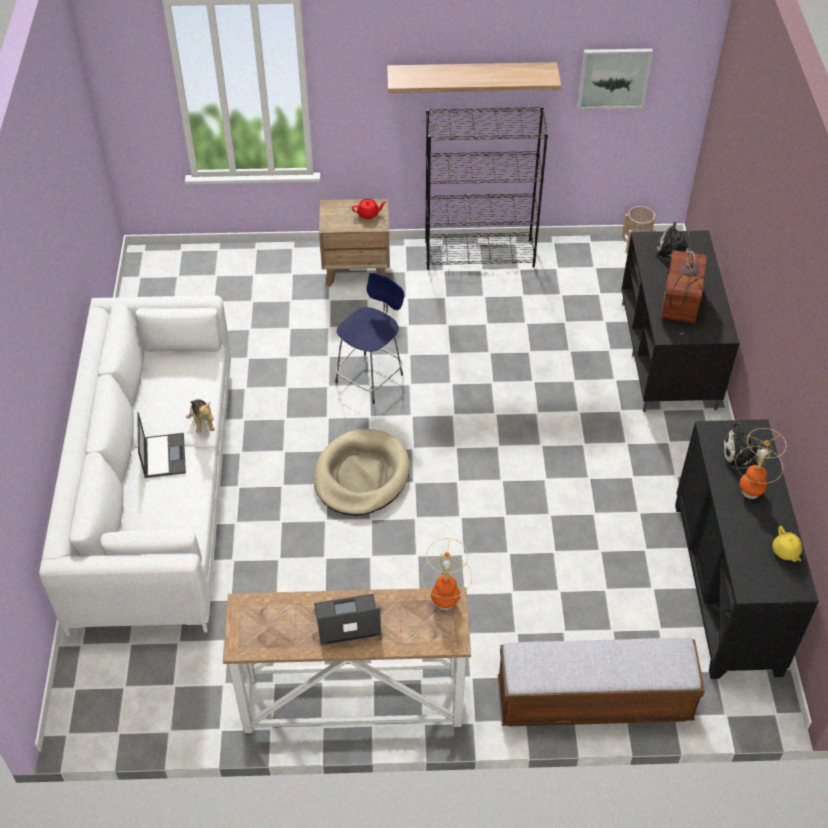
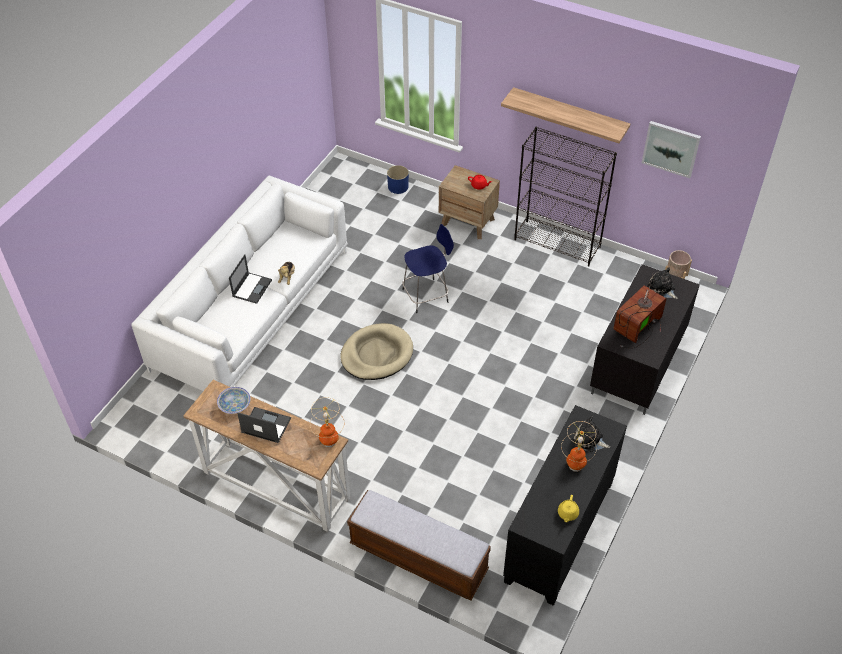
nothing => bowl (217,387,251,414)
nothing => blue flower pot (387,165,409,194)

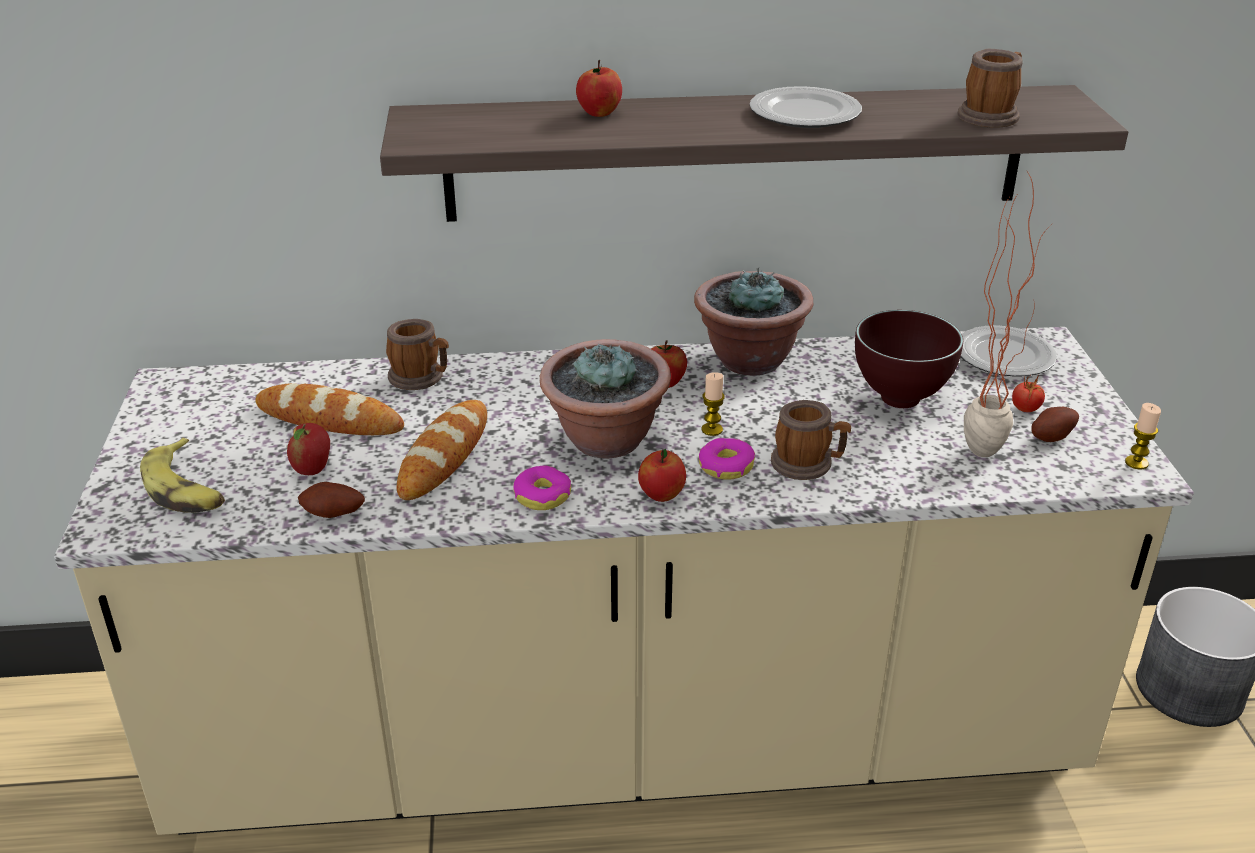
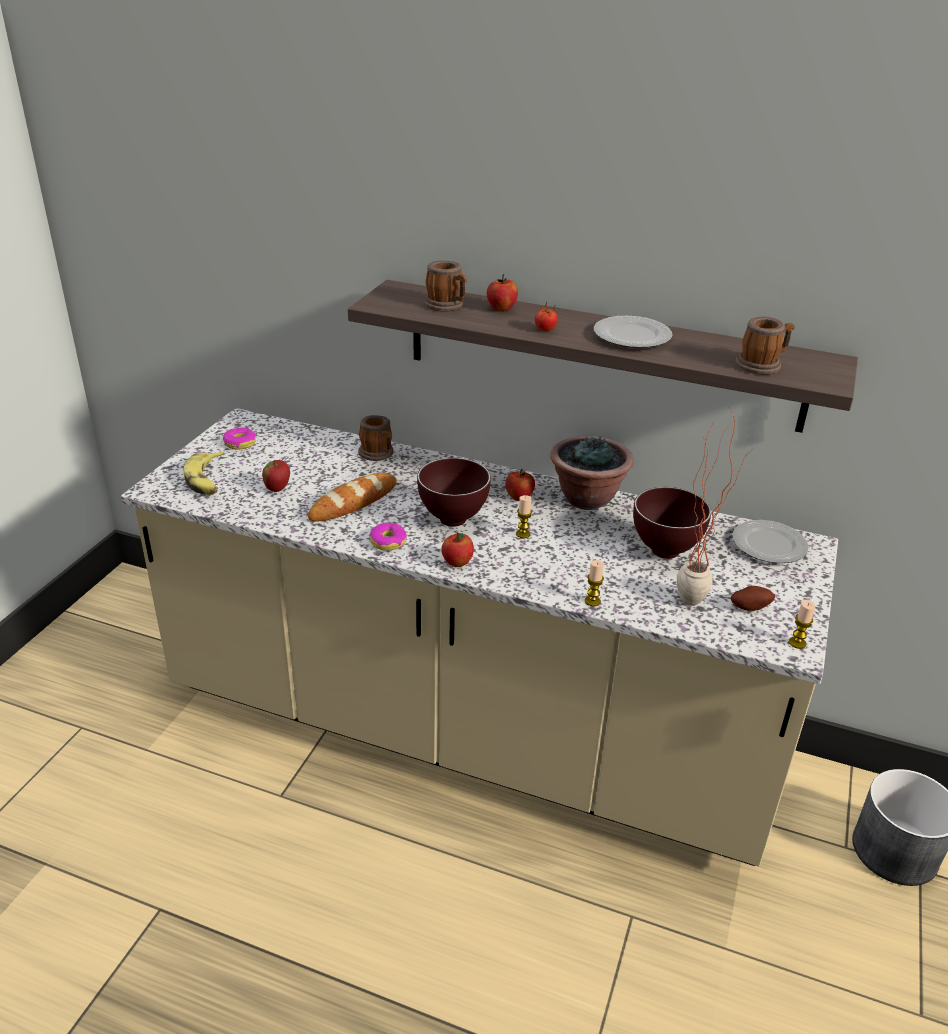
donut (699,438,755,480) => donut (223,427,256,450), shifted
potted plant (540,339,671,459) => brown bowl (417,458,491,527)
tea mug (771,400,851,480) => tea mug (424,260,467,312), shifted
tomato (1012,375,1045,412) => tomato (535,302,558,331), shifted
nothing => wax candle (585,560,604,607)
baked bread (255,383,404,435) => nothing
potato (298,482,365,518) => nothing

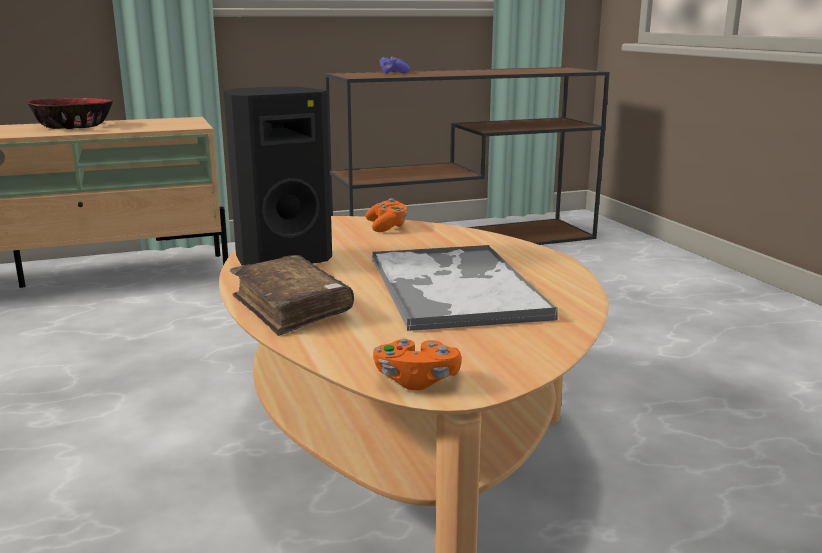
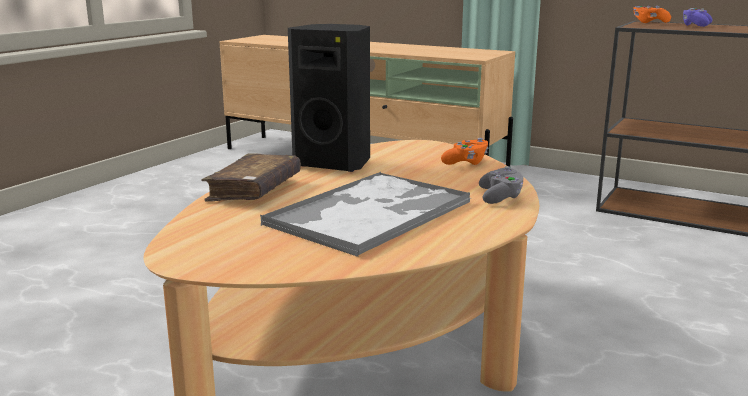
nothing => grey game controller (479,166,523,204)
orange game controller (373,338,461,391) => orange game controller (633,6,671,23), shifted
bowl (27,98,113,129) => nothing

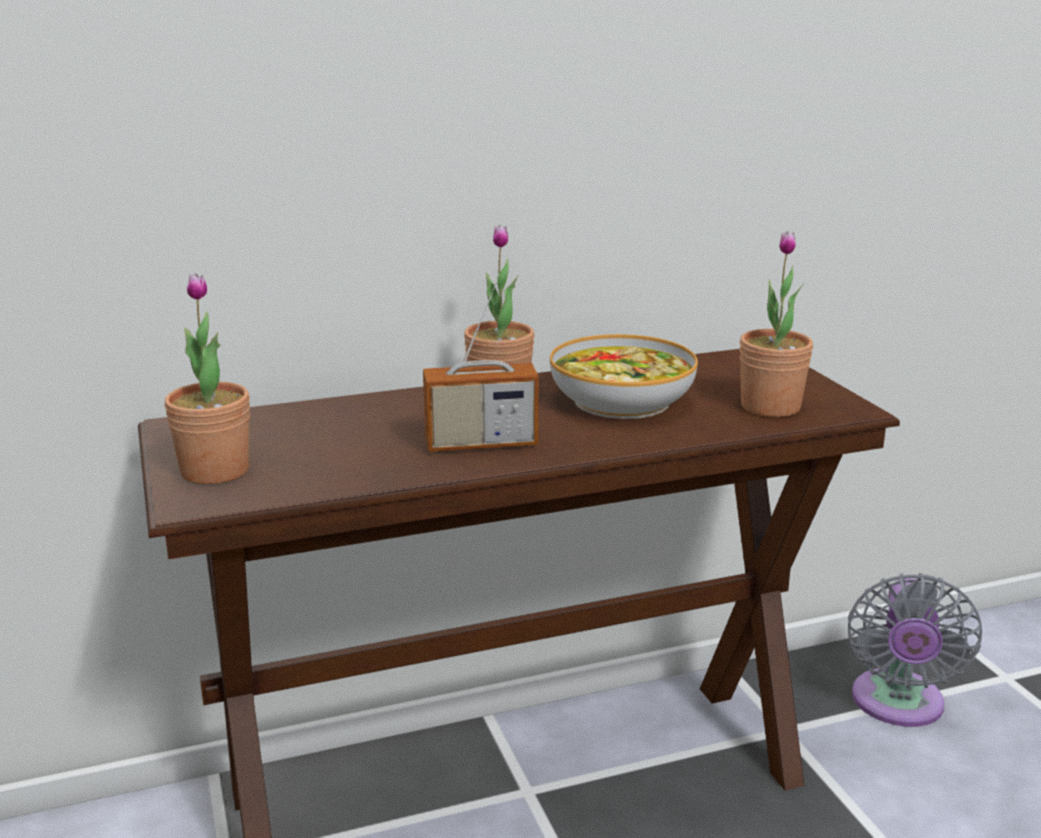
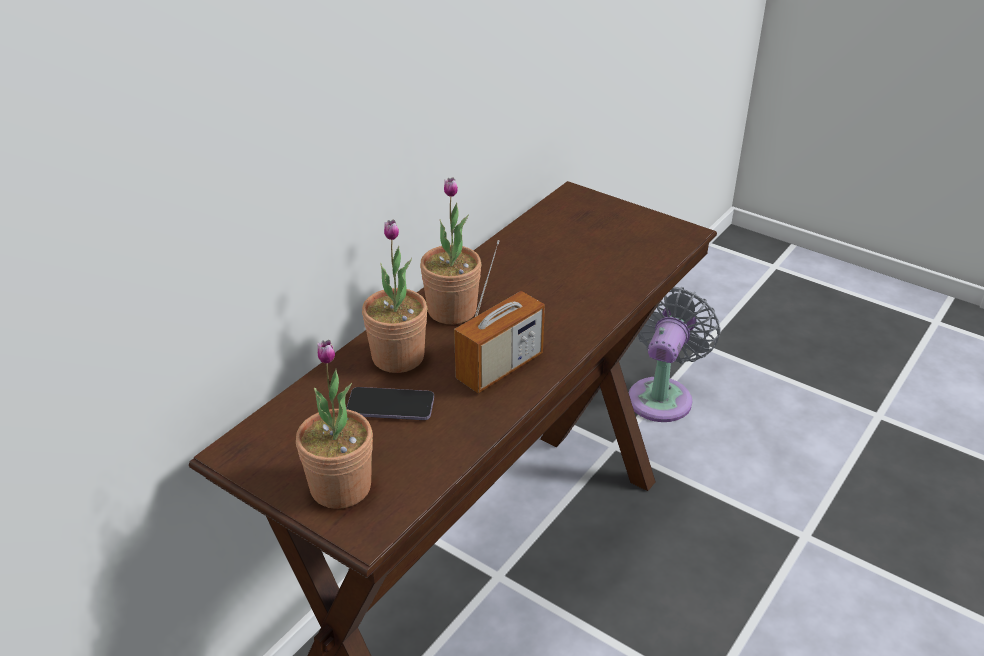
nothing => telephone (346,387,434,420)
potted plant (740,231,813,417) => potted plant (362,220,427,373), shifted
grey electric fan (848,573,982,727) => grey electric fan (629,287,721,422), 135 degrees counterclockwise
bowl (550,334,698,419) => nothing

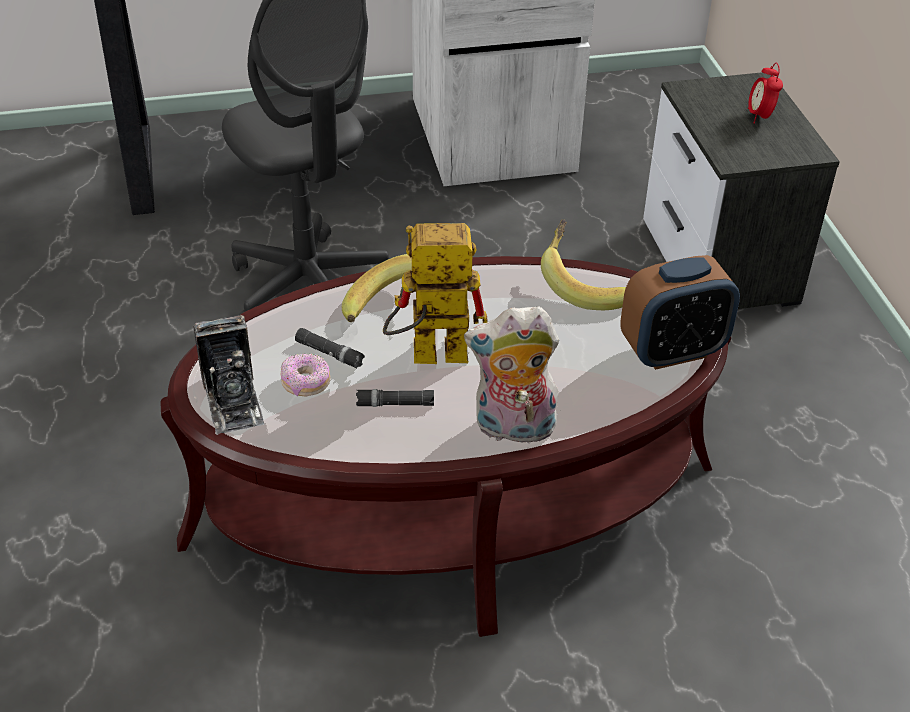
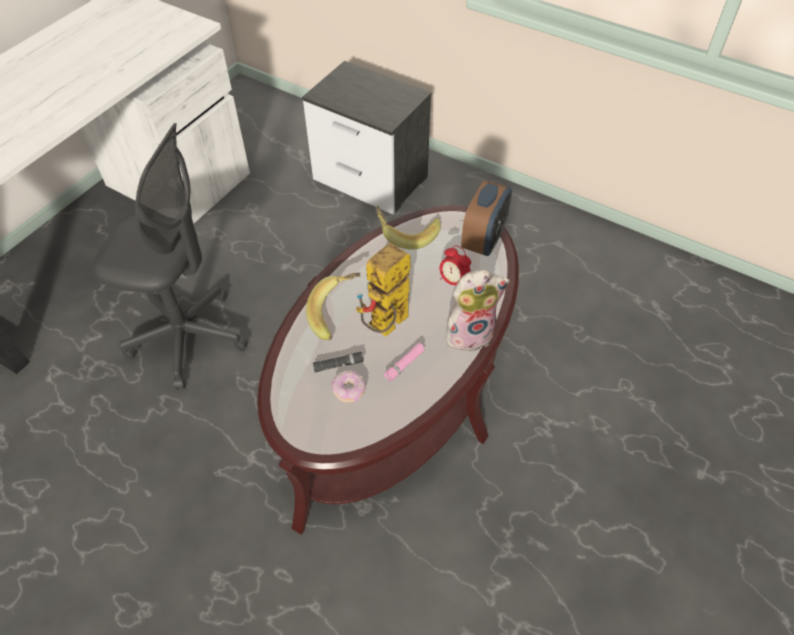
blackish flashlight (356,389,434,407) => pink-coloured flashlight (384,343,425,382)
bedside clock (748,63,783,124) => bedside clock (440,245,471,285), shifted
cuddly toy (464,306,559,443) => cuddly toy (446,270,510,351), 150 degrees counterclockwise
photo camera (193,315,264,435) => nothing

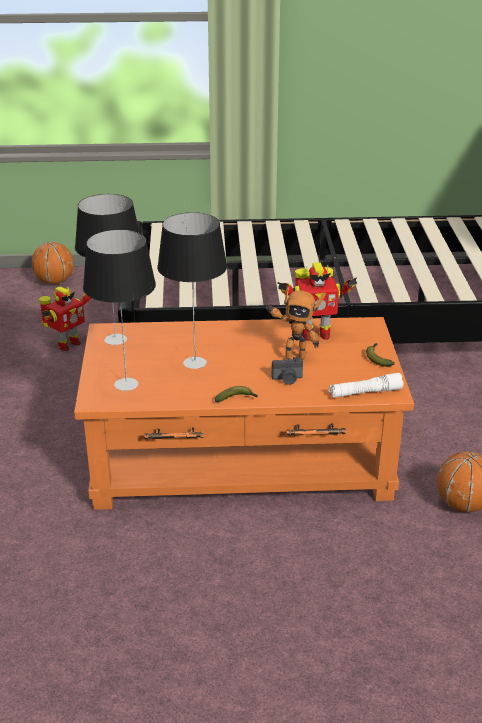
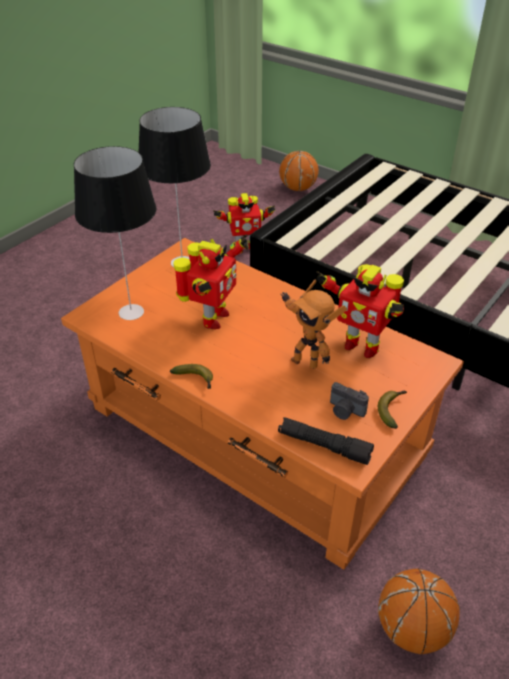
table lamp (157,212,227,369) => toy robot (173,235,248,329)
whitish flashlight (329,373,403,398) => blackish flashlight (278,417,374,465)
photo camera (272,357,303,385) => photo camera (330,382,369,420), shifted

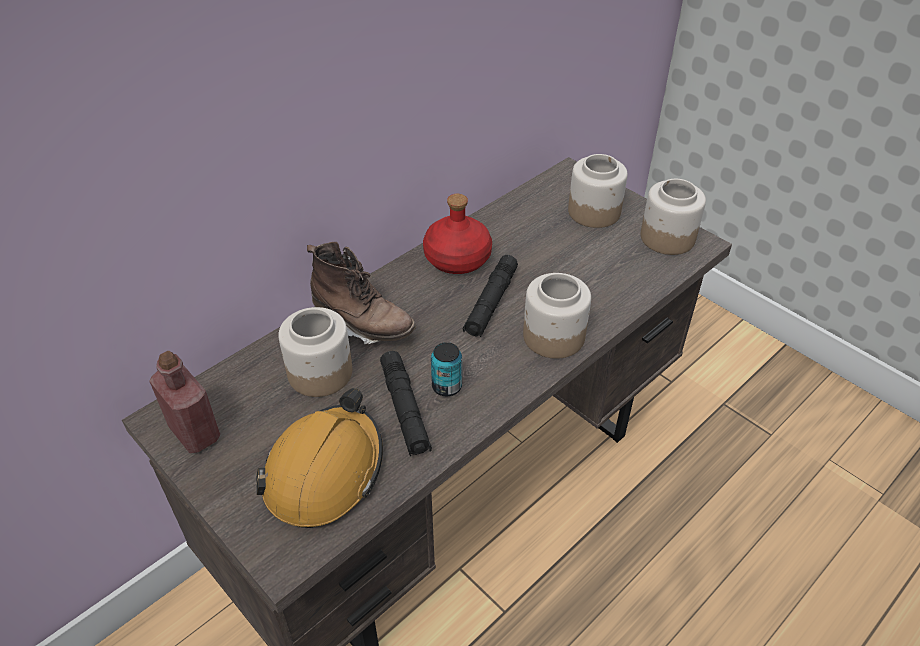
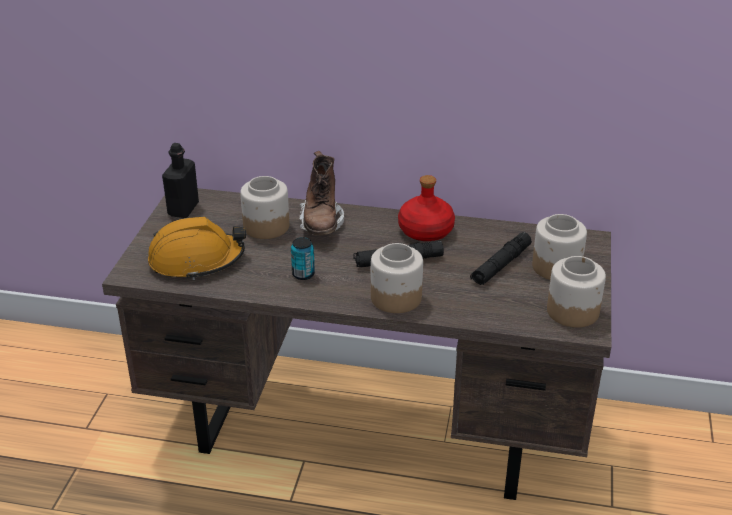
reddish drink bottle (149,351,220,453) => blackish drink bottle (162,143,199,218)
blackish flashlight (380,351,432,457) => blackish flashlight (470,232,532,285), shifted

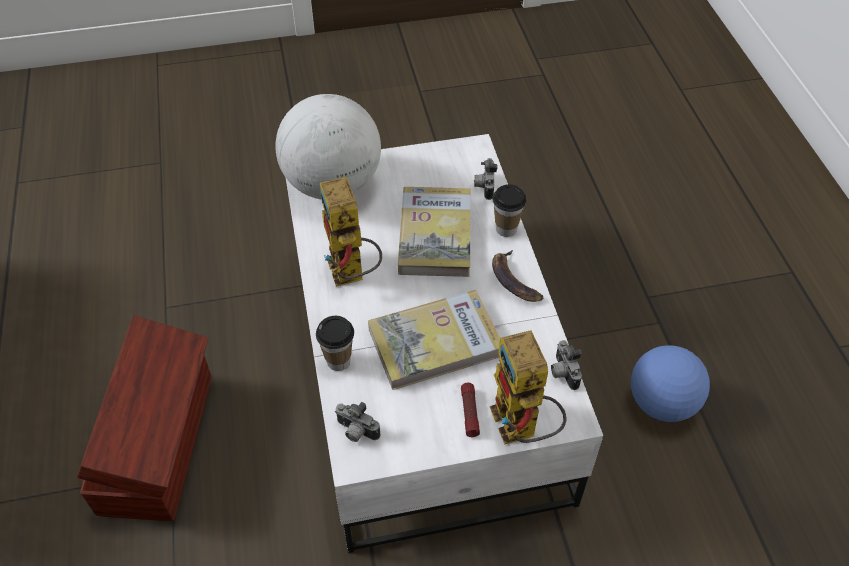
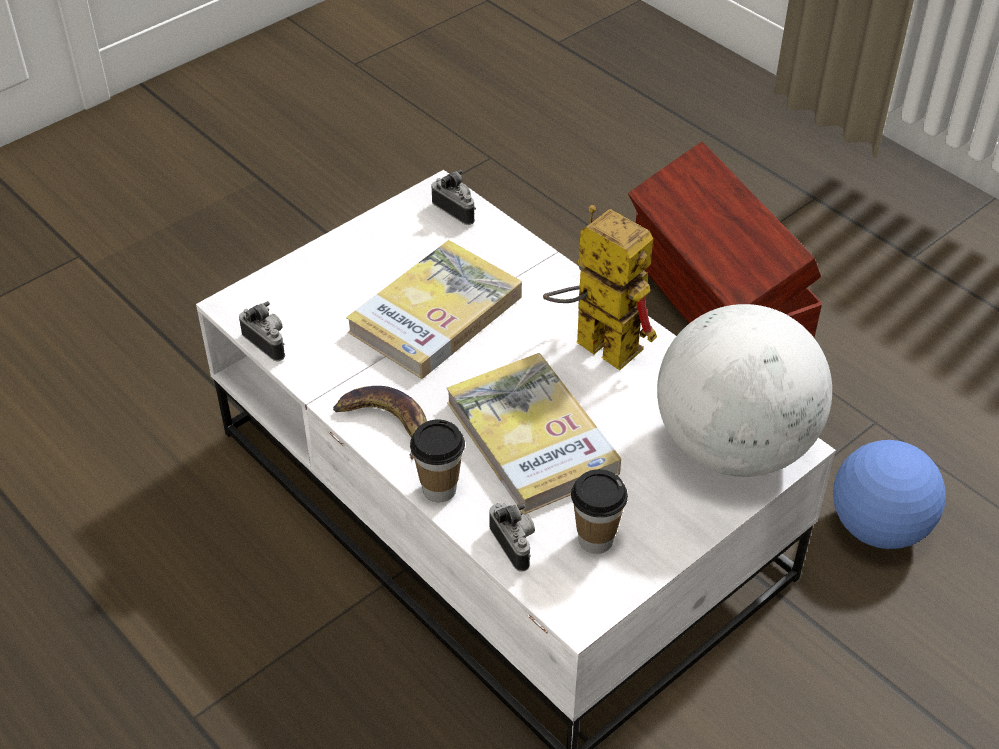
photo camera (335,402,381,442) => photo camera (432,170,476,225), 45 degrees clockwise
small cup (316,316,354,371) => small cup (571,469,628,554), shifted
ball for football (631,345,710,422) => ball for football (833,440,946,549), shifted
flashlight (461,382,480,437) => nothing
toy robot (490,330,566,445) => nothing

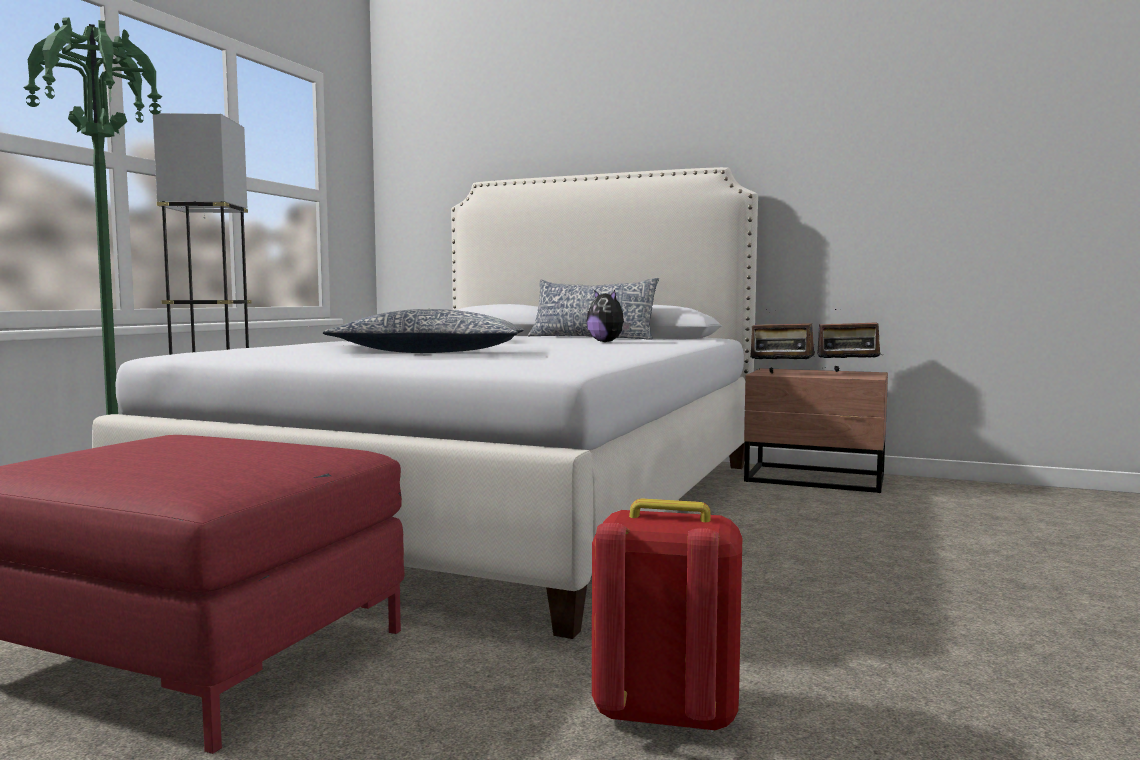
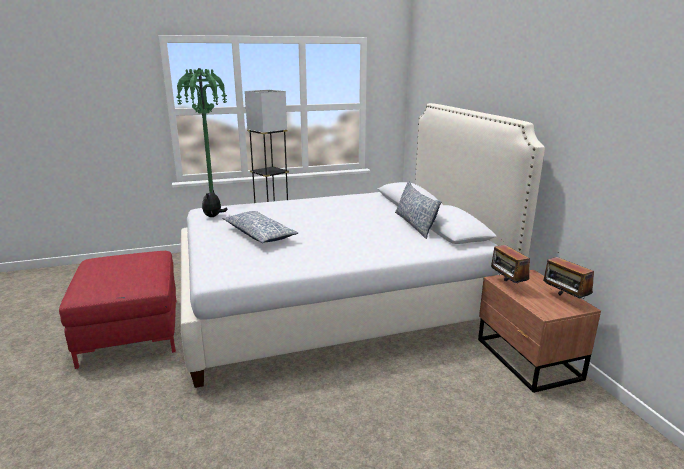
cuddly toy (586,290,631,342) => cuddly toy (202,190,228,217), shifted
reddish rucksack (592,499,742,734) => nothing

